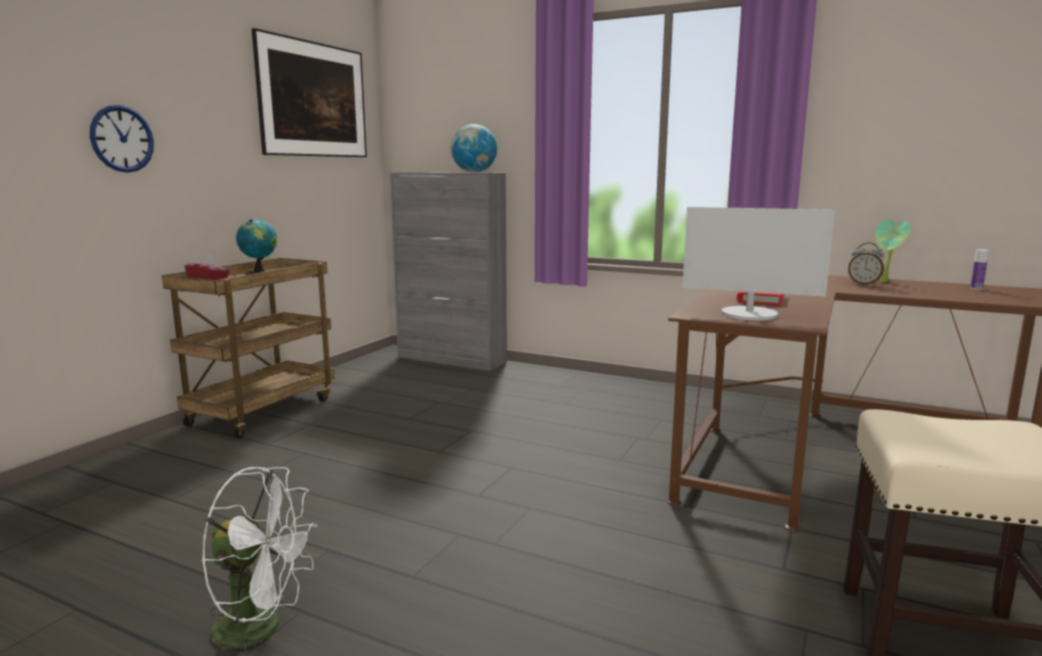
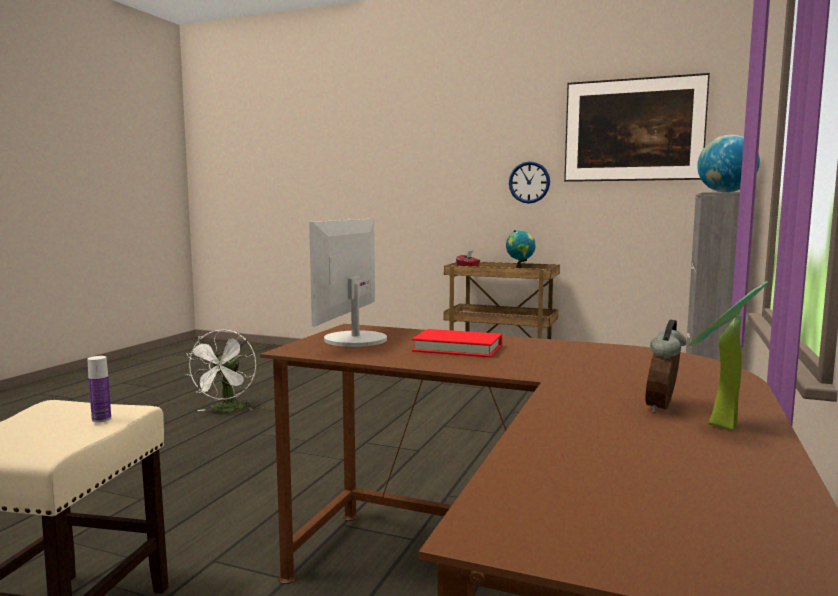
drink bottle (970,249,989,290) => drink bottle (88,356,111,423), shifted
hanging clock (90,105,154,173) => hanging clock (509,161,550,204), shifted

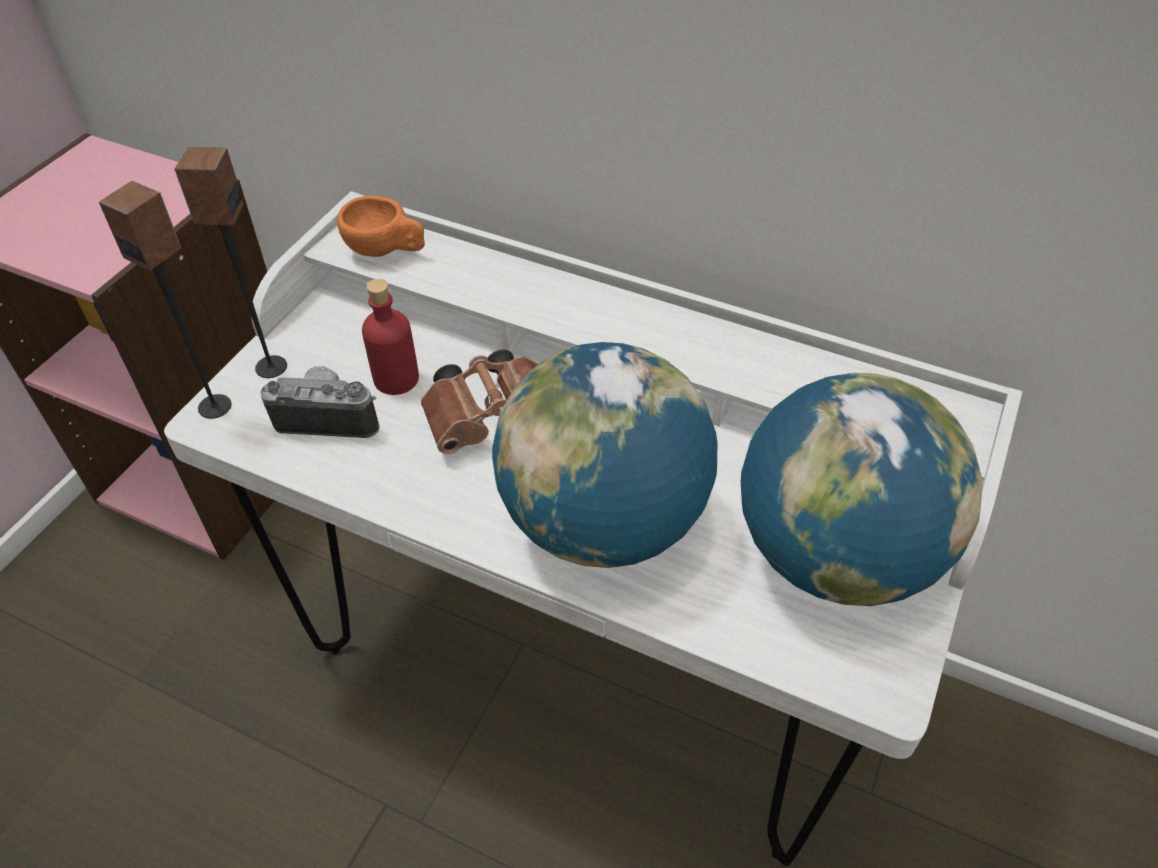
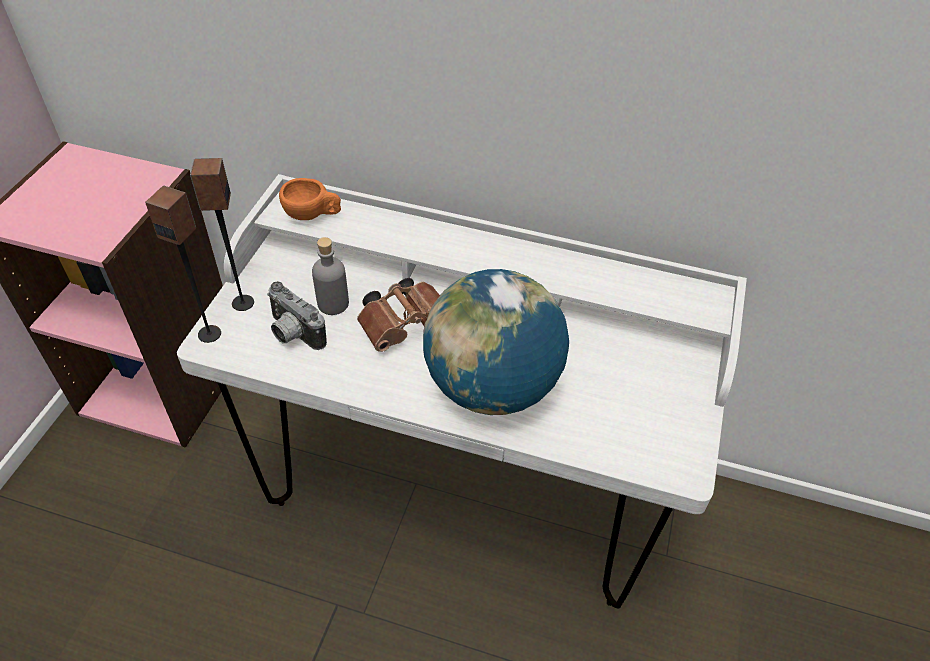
photo camera (260,366,379,438) => photo camera (267,281,327,350), 135 degrees counterclockwise
reddish drink bottle (362,279,419,395) => grey drink bottle (312,237,349,315)
world globe (741,373,983,606) => nothing

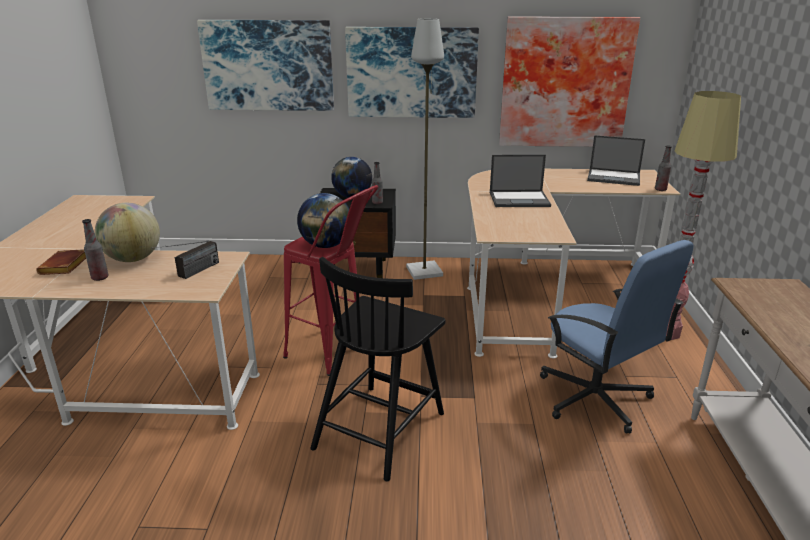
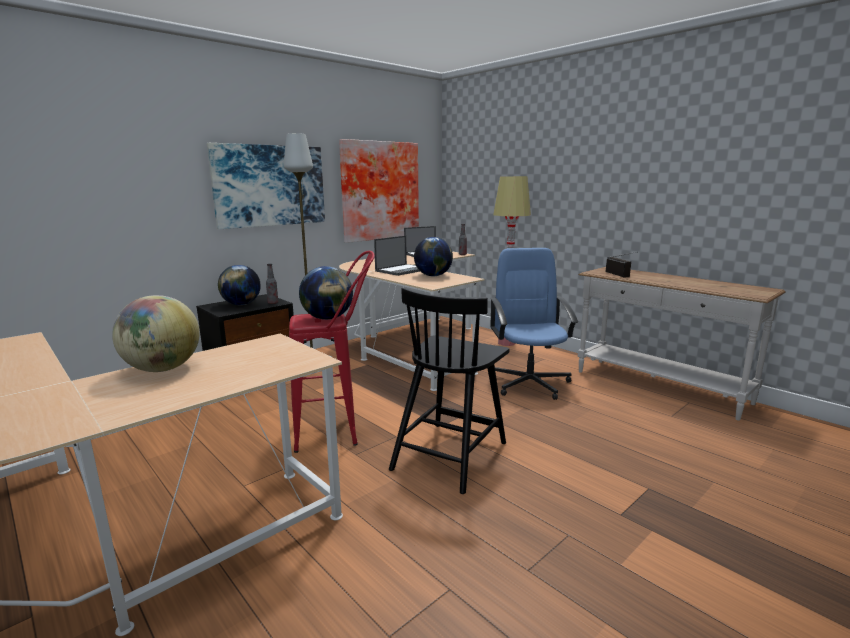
blackish plain chair (310,257,446,481) => blackish plain chair (389,288,510,494), 45 degrees clockwise
nothing => world globe (414,237,453,276)
blue office chair (540,240,693,434) => blue office chair (490,248,578,400), 105 degrees counterclockwise
radio (151,240,219,279) => radio (606,252,638,277), shifted
brown volume (36,249,86,275) => nothing
drink bottle (82,219,109,281) => nothing
wall picture (197,20,334,111) => nothing

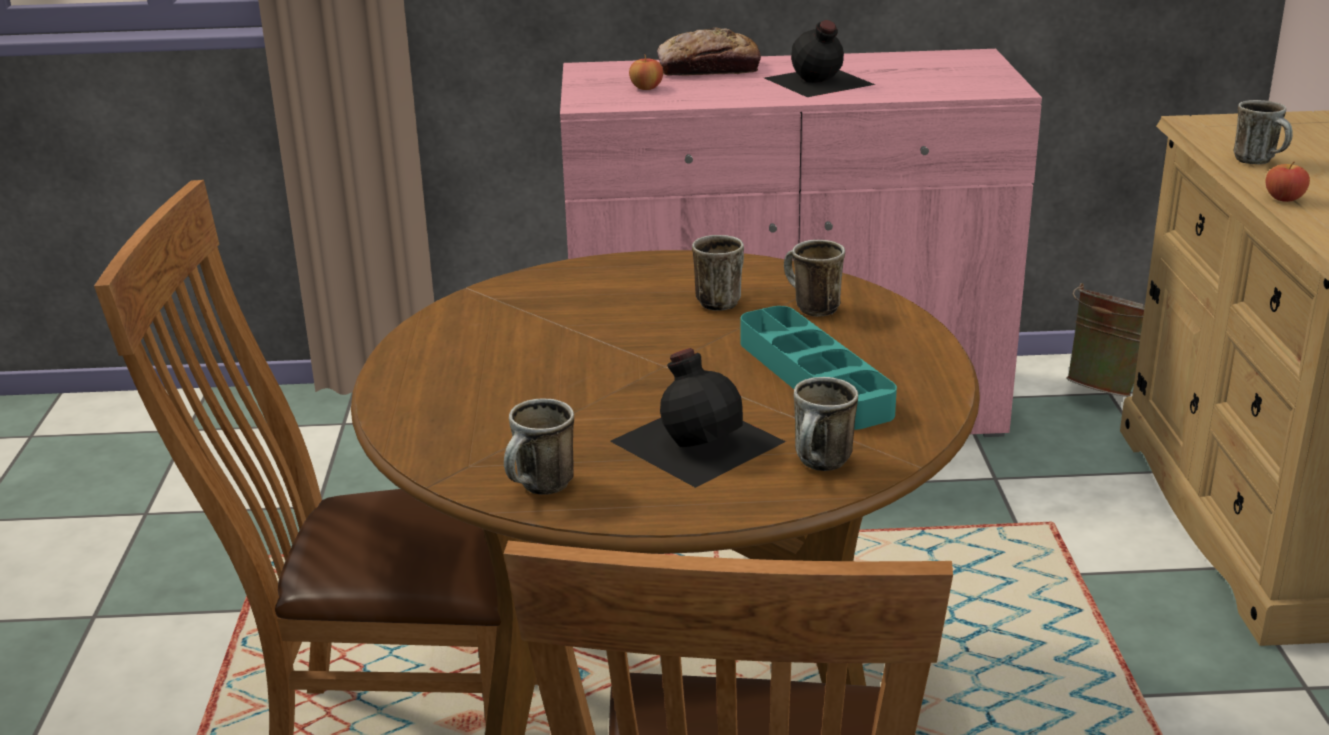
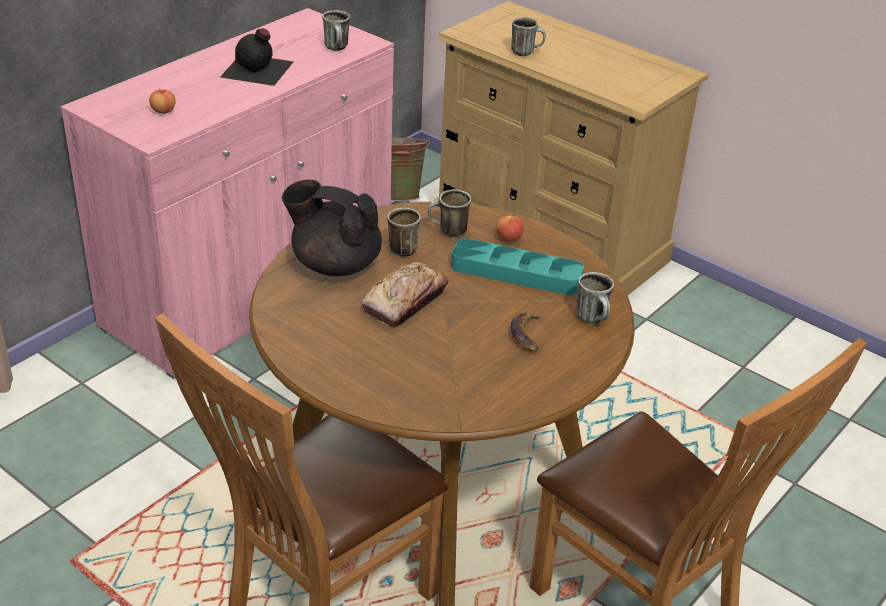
nothing => blackish teapot (282,180,382,276)
tea mug (504,399,574,494) => tea mug (322,10,350,51), shifted
baked bread (657,28,761,76) => baked bread (362,261,448,327), shifted
whole apple (1266,161,1310,202) => whole apple (496,216,524,242), shifted
blackish drink bottle (610,348,786,488) => banana fruit (511,312,542,351)

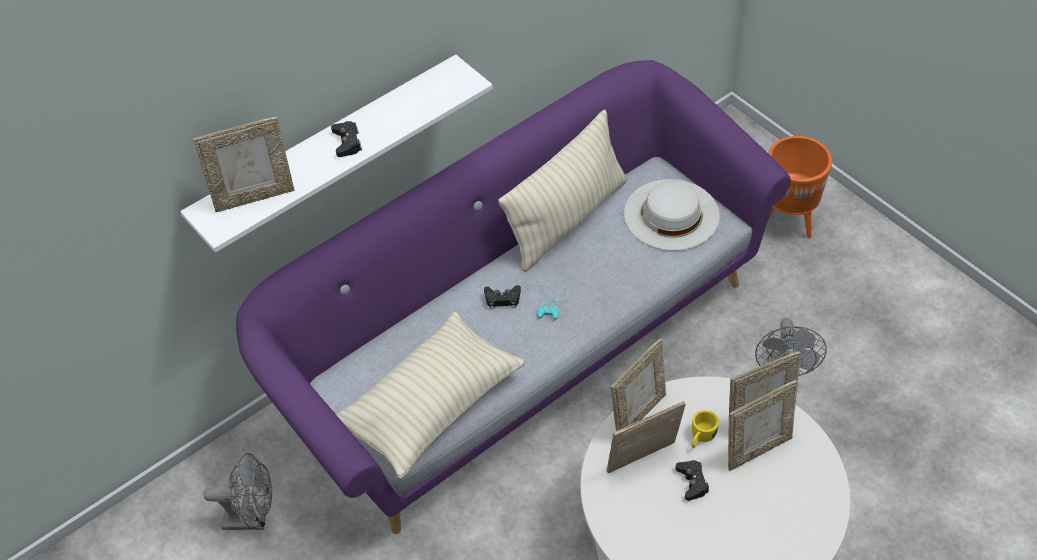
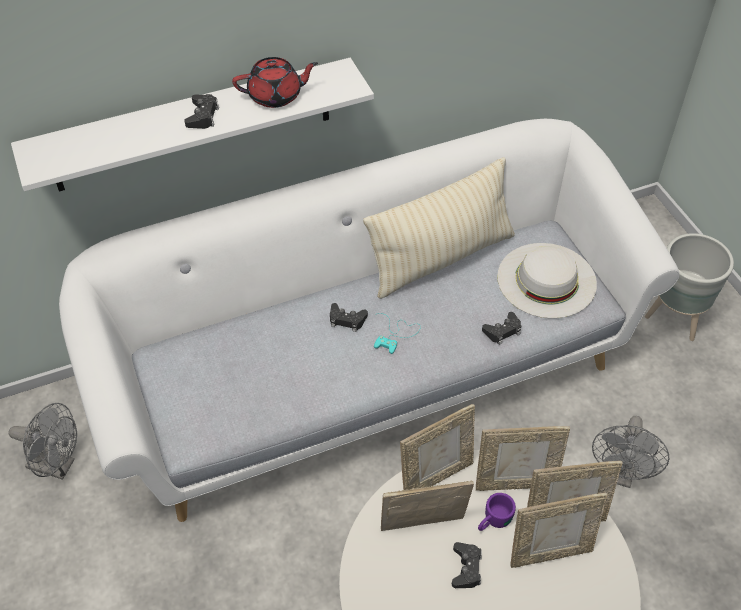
purple sofa (236,60,791,534) => whitish sofa (59,119,679,522)
nothing => reddish teapot (232,57,318,108)
picture frame (193,117,295,212) => picture frame (476,426,570,491), shifted
yellow tea mug (691,410,719,448) => purple tea mug (478,493,516,531)
nothing => blackish game controller (482,312,521,345)
orange flower pot (768,136,832,238) => grey flower pot (645,233,734,341)
sand-coloured cushion (336,312,525,478) => nothing

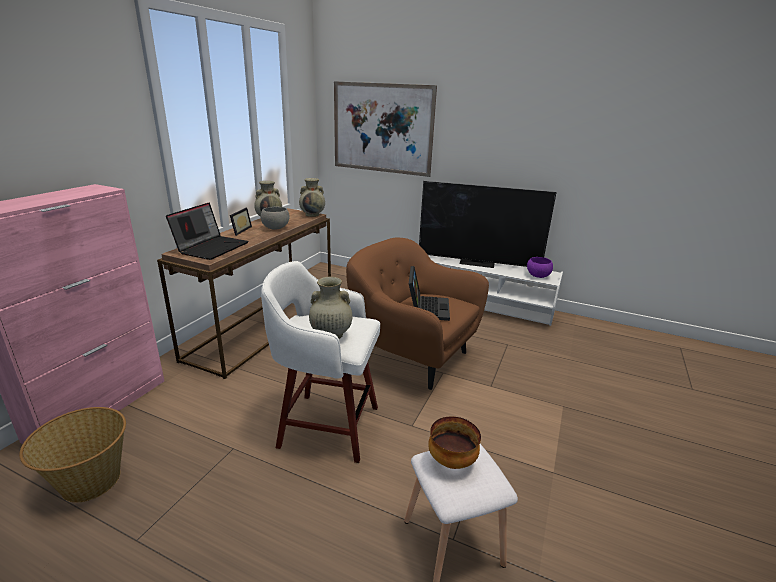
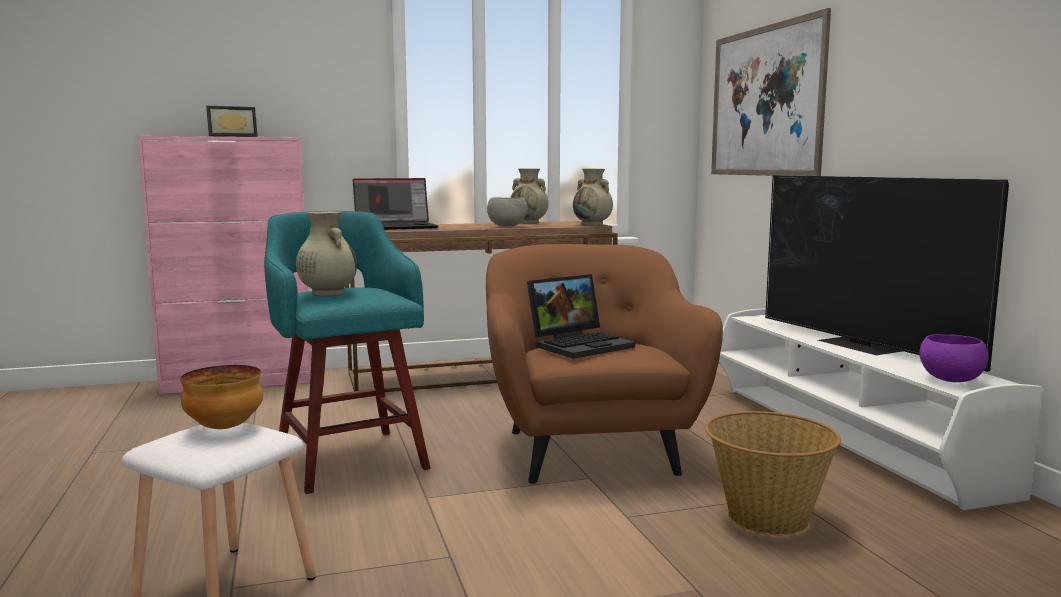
picture frame (230,208,252,236) => picture frame (206,106,258,137), shifted
whitish stool (261,261,380,463) => turquoise-coloured stool (264,211,431,494)
basket (19,407,126,502) => basket (705,411,841,535), shifted

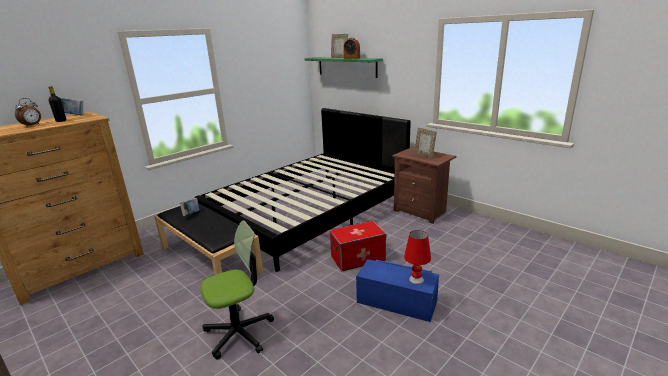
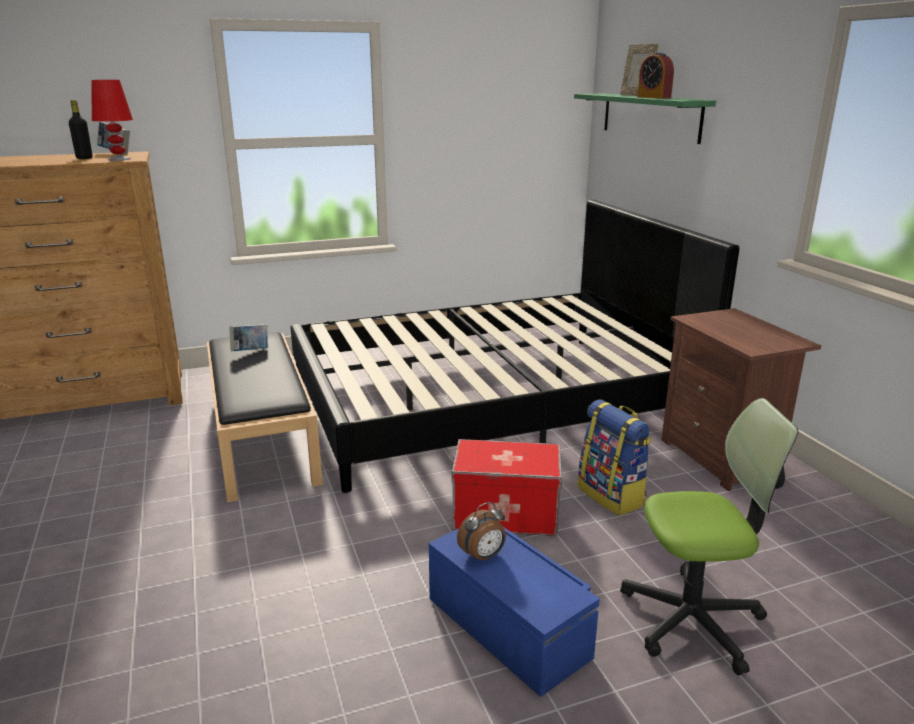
reddish table lamp (404,230,431,284) => reddish table lamp (91,80,133,161), shifted
bedside clock (15,98,41,126) => bedside clock (457,502,506,562), shifted
nothing => rucksack (578,400,651,515)
office chair (200,220,274,360) => office chair (620,398,798,675), shifted
picture frame (414,127,437,158) => nothing

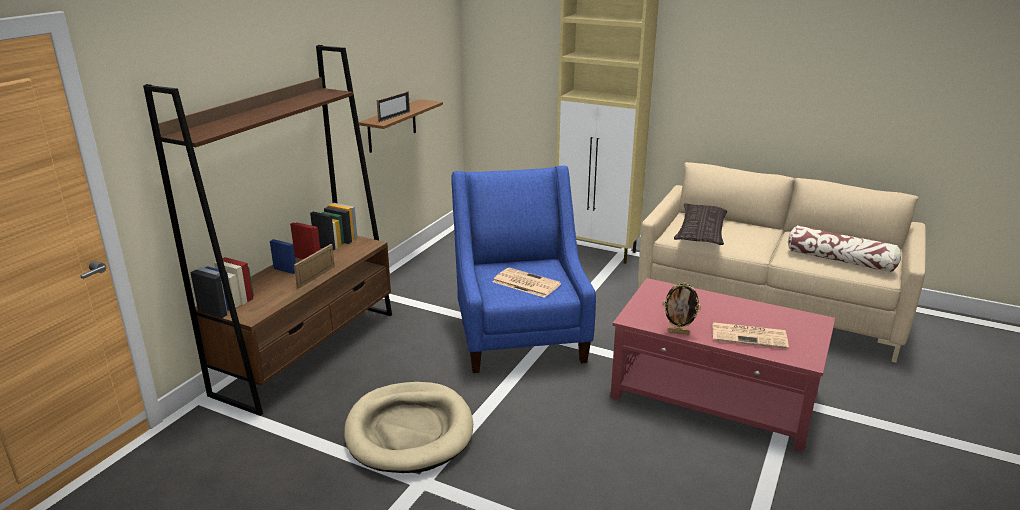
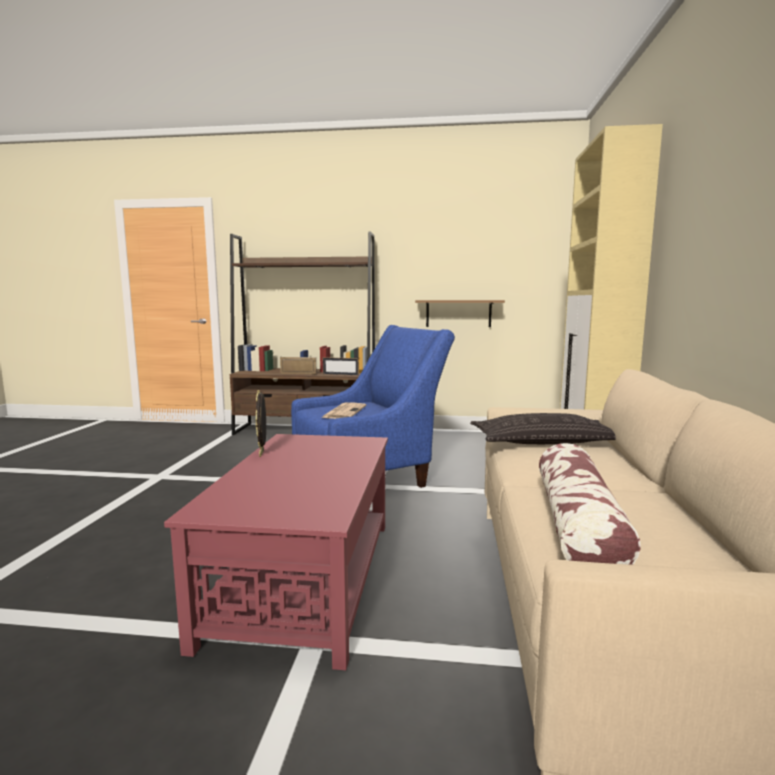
picture frame (377,91,410,122) => picture frame (323,357,359,376), shifted
sand-coloured pet bed (344,382,473,473) => nothing
daily paper (713,322,789,349) => nothing

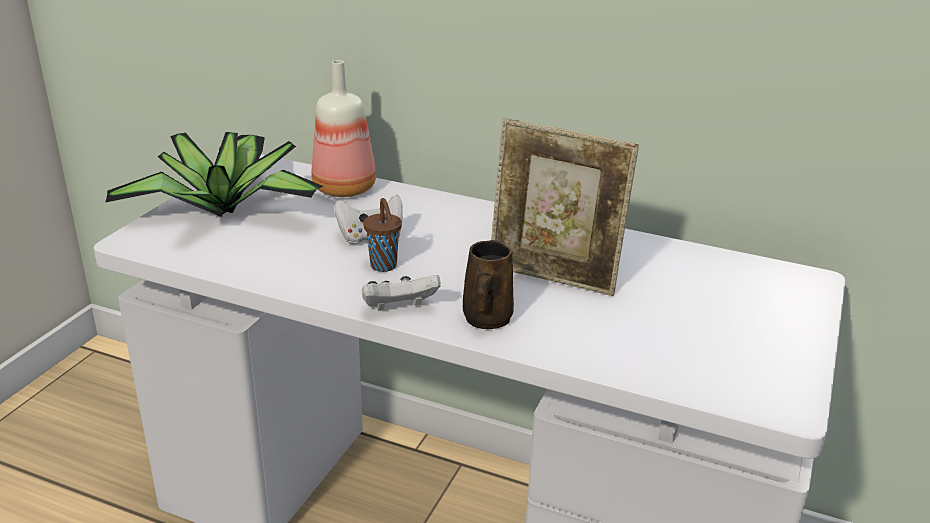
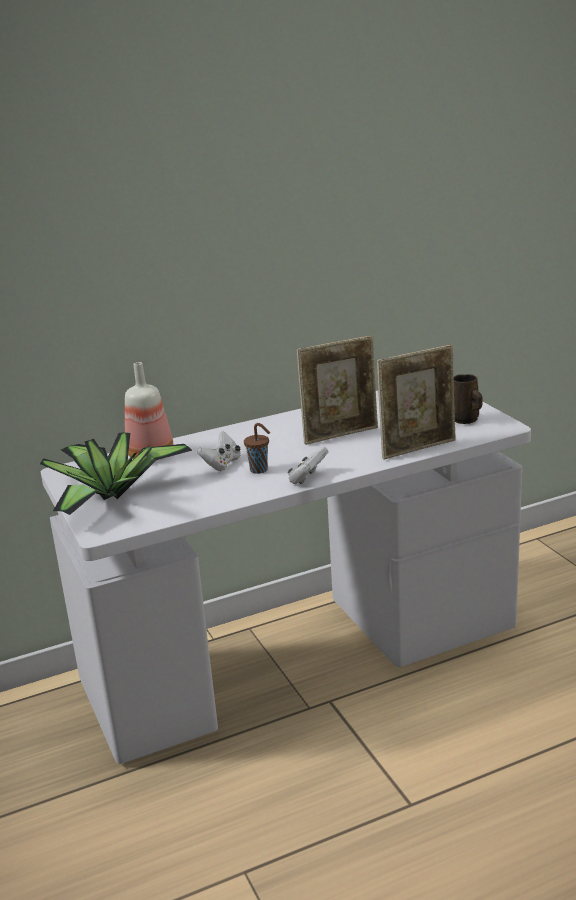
nothing => picture frame (377,345,456,459)
brown tea mug (463,240,514,329) => brown tea mug (454,374,483,424), shifted

